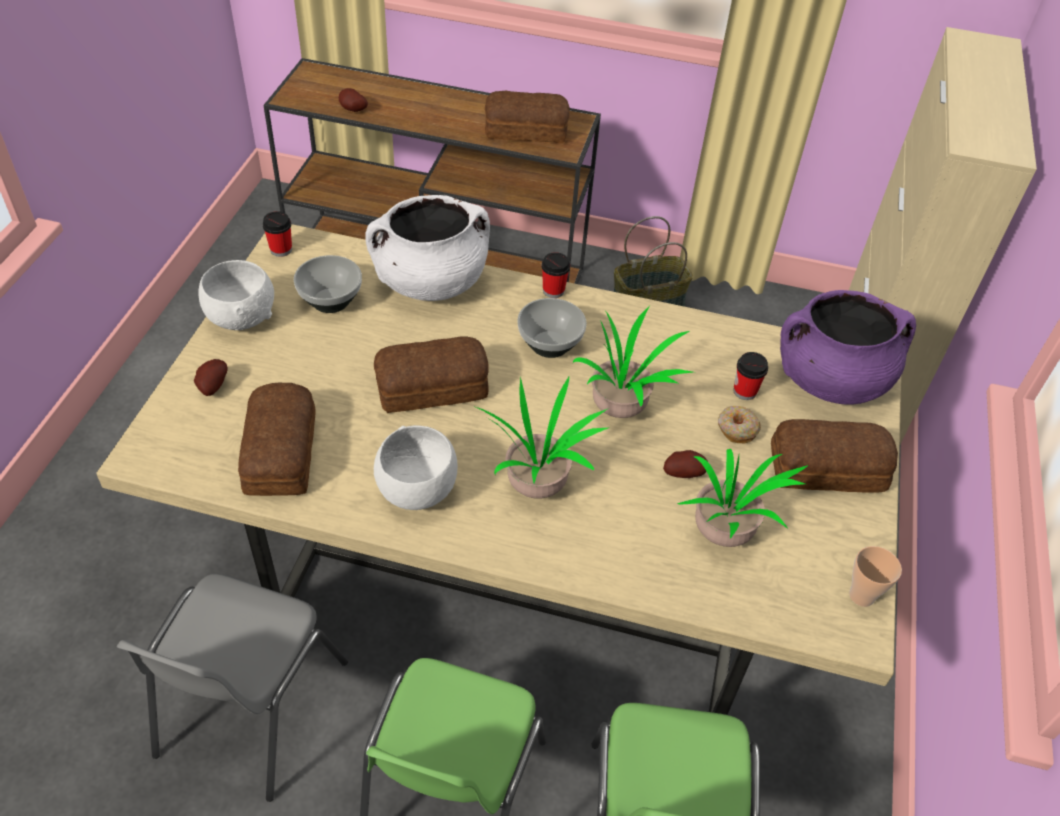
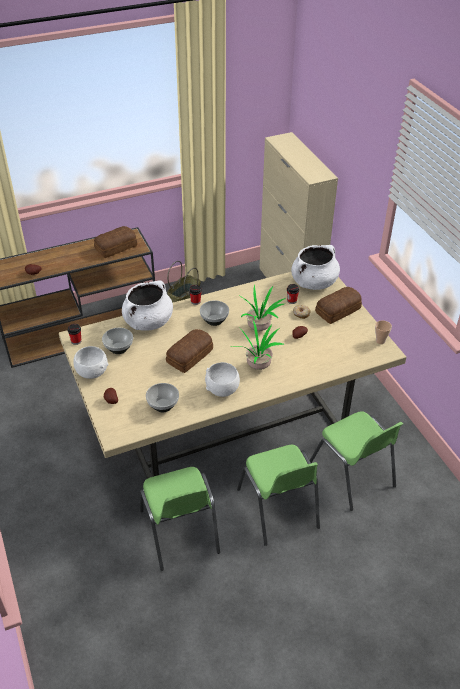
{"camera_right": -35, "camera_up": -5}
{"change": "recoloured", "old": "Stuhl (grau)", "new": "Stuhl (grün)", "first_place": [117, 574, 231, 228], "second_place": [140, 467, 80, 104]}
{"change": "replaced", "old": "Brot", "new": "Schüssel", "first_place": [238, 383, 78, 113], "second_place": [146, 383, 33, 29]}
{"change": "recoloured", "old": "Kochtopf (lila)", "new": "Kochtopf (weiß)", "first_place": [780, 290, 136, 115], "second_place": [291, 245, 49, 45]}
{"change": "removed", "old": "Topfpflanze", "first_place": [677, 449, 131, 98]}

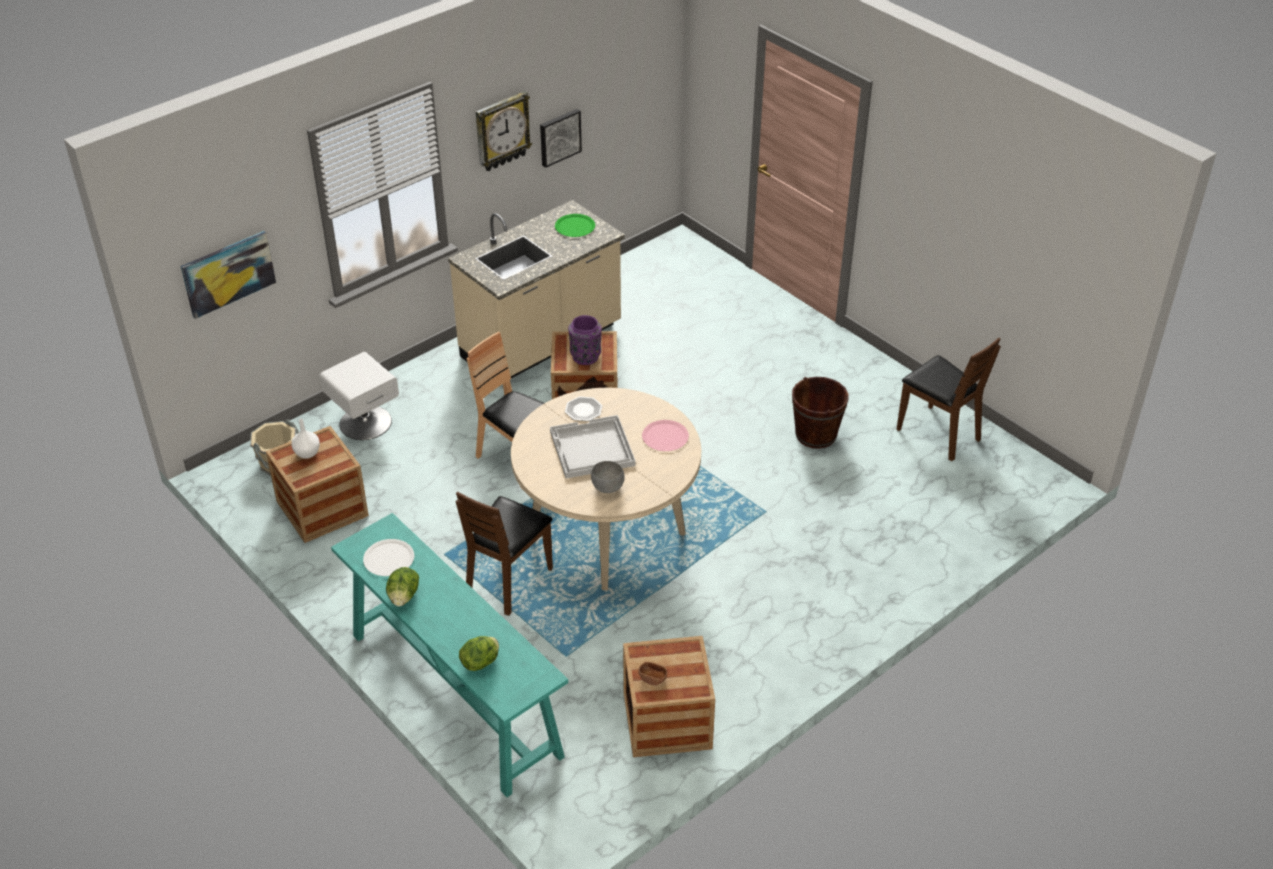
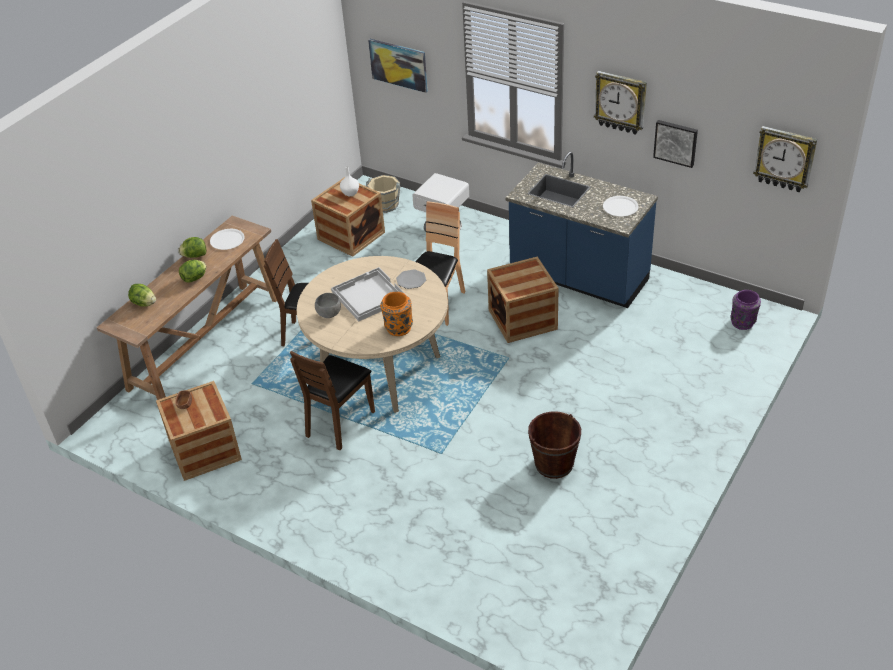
{"camera_right": 75, "camera_up": 0}
{"change": "recoloured", "old": "Konsolentisch (türkis)", "new": "Konsolentisch (braun)", "first_place": [331, 513, 237, 284], "second_place": [96, 215, 181, 185]}
{"change": "added", "new": "Salatkopf", "second_place": [179, 260, 27, 23]}
{"change": "moved", "old": "Stuhl (braun)", "first_place": [896, 337, 105, 124], "second_place": [290, 351, 85, 99]}
{"change": "replaced", "old": "Teller (rosa)", "new": "Vase (orange)", "first_place": [642, 420, 47, 31], "second_place": [380, 292, 33, 44]}
{"change": "recoloured", "old": "Küchenzeile (beige)", "new": "Küchenzeile (blau)", "first_place": [448, 200, 177, 178], "second_place": [506, 152, 152, 156]}
{"change": "recoloured", "old": "Teller (grün)", "new": "Teller (weiß)", "first_place": [555, 214, 40, 23], "second_place": [603, 196, 36, 21]}
{"change": "moved", "old": "Vase (lila)", "first_place": [568, 315, 34, 50], "second_place": [730, 290, 31, 40]}
{"change": "added", "new": "Wanduhr", "second_place": [753, 126, 64, 66]}

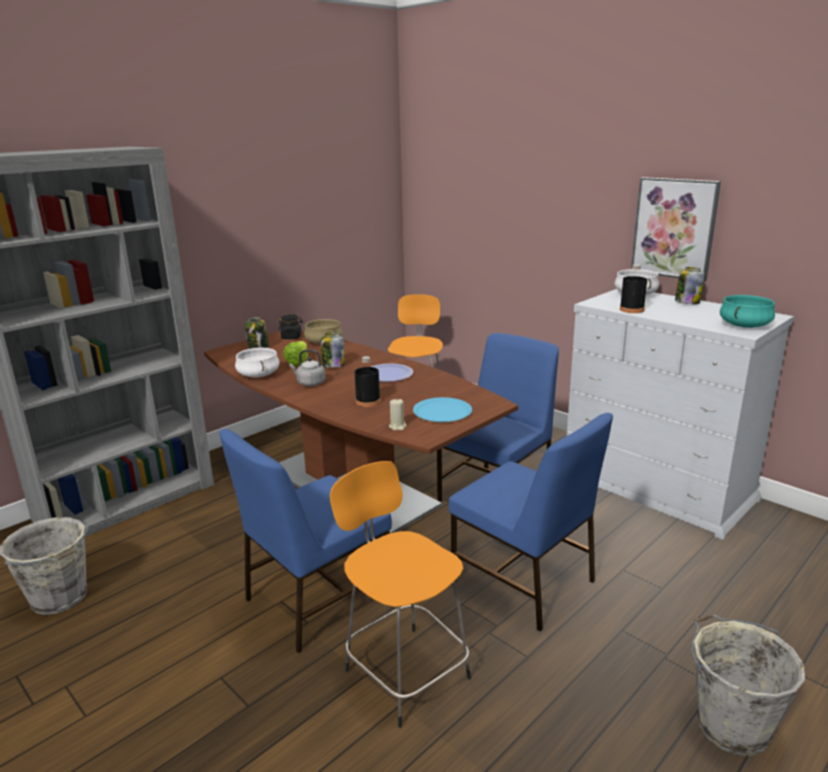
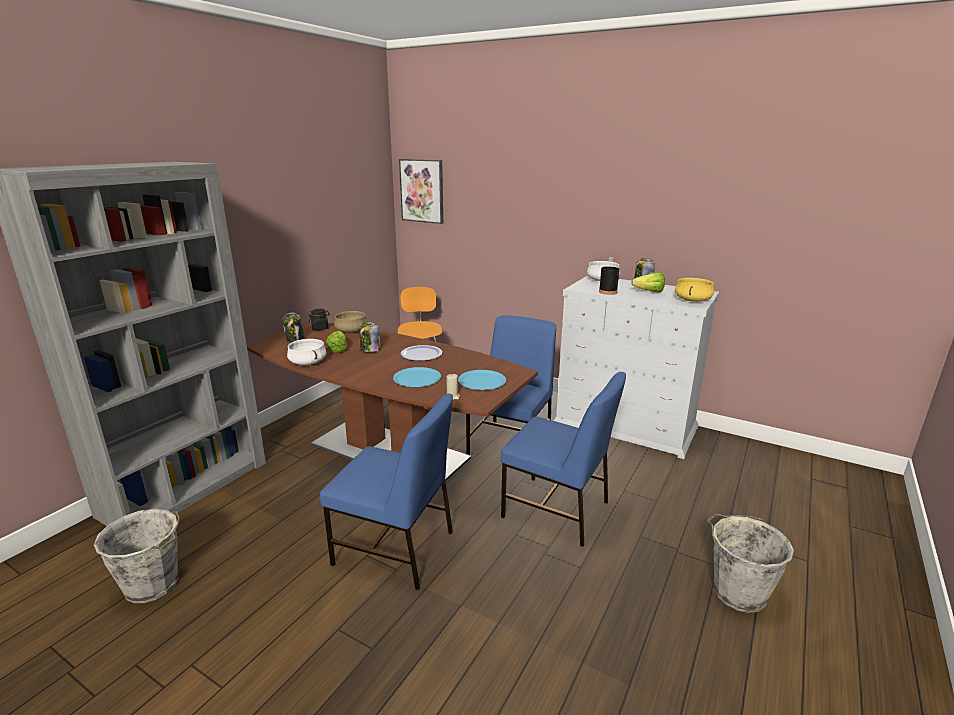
{"camera_right": -15, "camera_up": 0}
{"change": "turned", "old": "Stuhl (blau)", "first_place": [219, 429, 173, 225], "second_place": [320, 394, 133, 196], "degrees": -105}
{"change": "replaced", "old": "Flasche (schwarz)", "new": "Teller (blau)", "first_place": [355, 356, 26, 51], "second_place": [393, 367, 48, 20]}
{"change": "moved", "old": "Bild", "first_place": [631, 177, 90, 105], "second_place": [399, 159, 44, 65]}
{"change": "added", "new": "Salatkopf", "second_place": [631, 273, 34, 19]}
{"change": "recoloured", "old": "Kochtopf (türkis)", "new": "Kochtopf (gelb)", "first_place": [720, 295, 55, 33], "second_place": [675, 278, 39, 24]}
{"change": "removed", "old": "Wasserkessel (grau)", "first_place": [289, 350, 37, 36]}
{"change": "removed", "old": "Hocker (orange)", "first_place": [330, 461, 141, 267]}

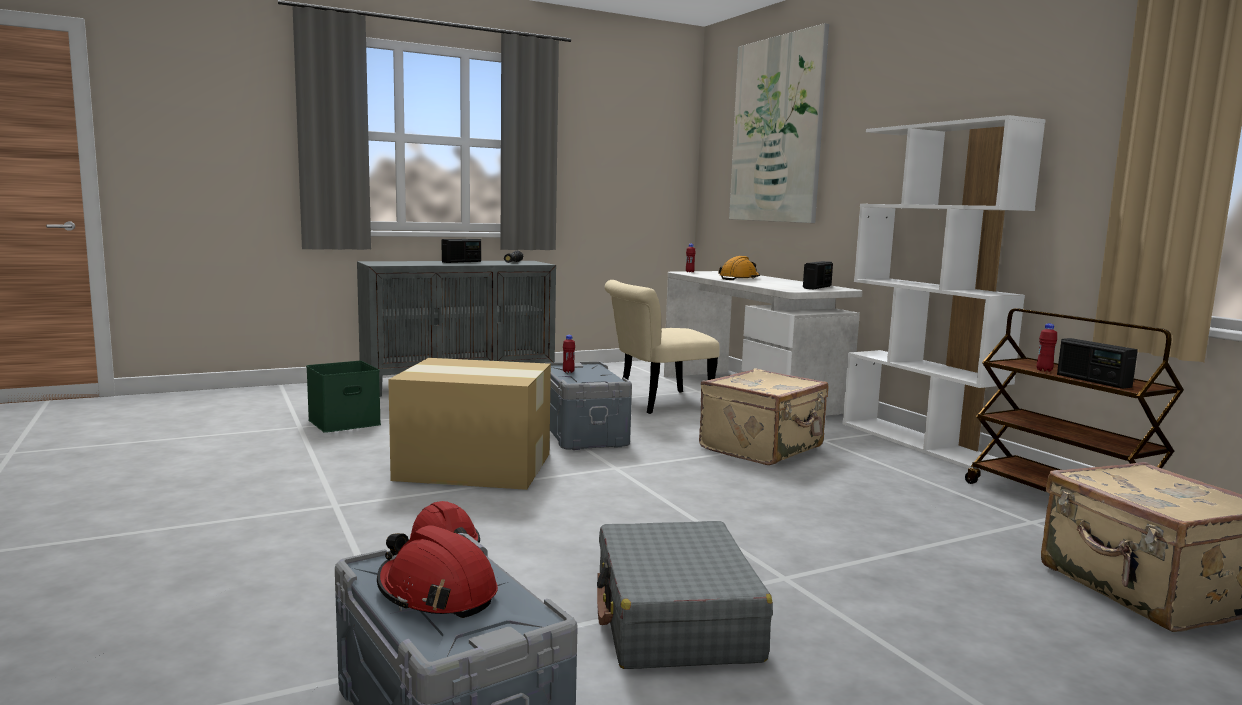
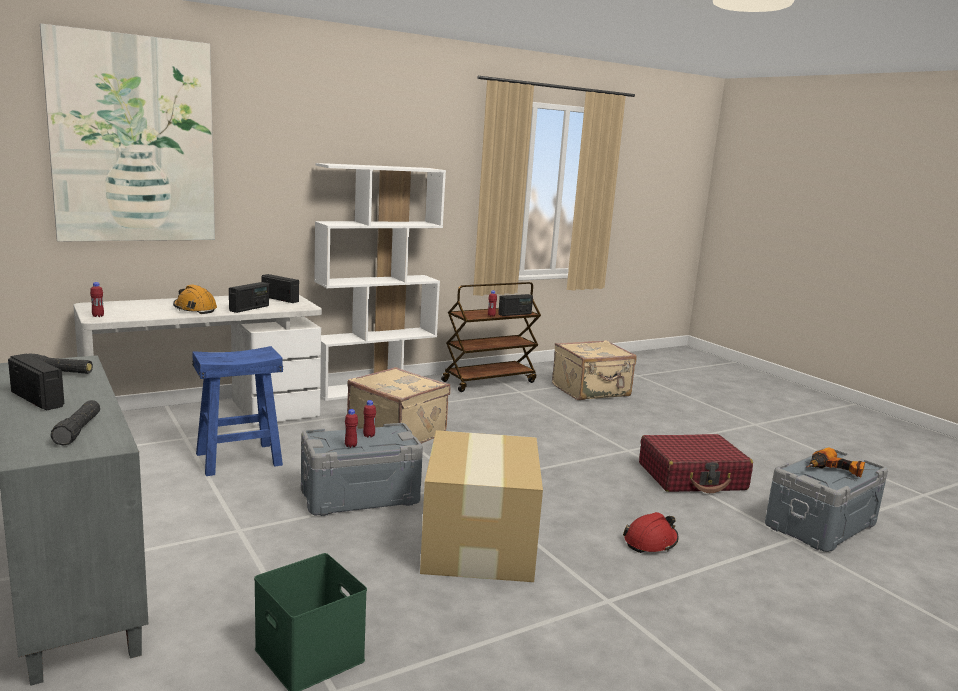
{"camera_right": -95, "camera_up": 5}
{"change": "added", "new": "Taschenlampe (schwarz)", "second_place": [51, 400, 49, 45]}
{"change": "replaced", "old": "Stuhl (beige)", "new": "Hocker (blau)", "first_place": [605, 280, 115, 134], "second_place": [192, 346, 91, 130]}
{"change": "added", "new": "Radio", "second_place": [229, 282, 40, 31]}
{"change": "added", "new": "Flasche (rot)", "second_place": [363, 400, 13, 38]}
{"change": "recoloured", "old": "Koffer (grau)", "new": "Koffer (rot)", "first_place": [597, 521, 176, 148], "second_place": [639, 434, 114, 59]}
{"change": "replaced", "old": "Schutzhelm (rot)", "new": "Bohrmaschine", "first_place": [377, 525, 121, 93], "second_place": [807, 447, 58, 30]}

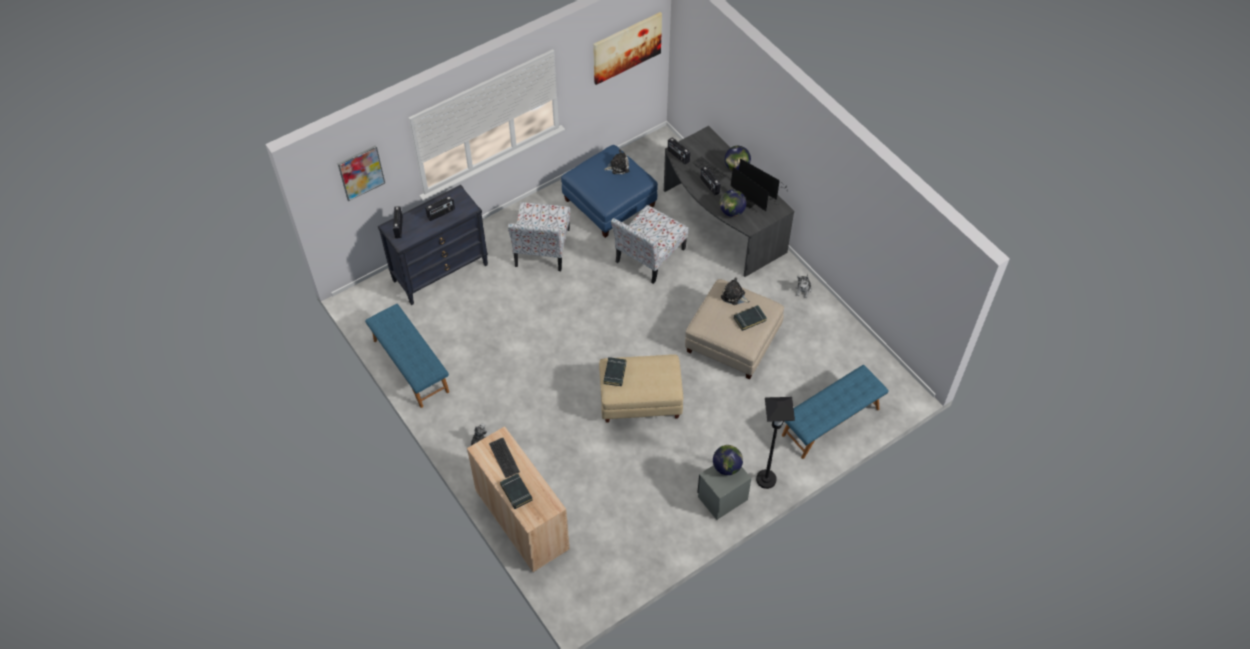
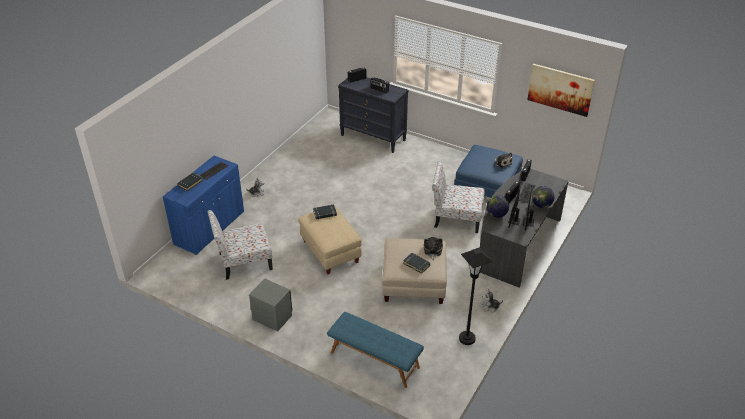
{"camera_right": 65, "camera_up": -15}
{"change": "recoloured", "old": "Schrank (beige)", "new": "Schrank (blau)", "first_place": [467, 426, 103, 146], "second_place": [163, 156, 81, 99]}
{"change": "moved", "old": "Stuhl", "first_place": [508, 202, 63, 69], "second_place": [208, 210, 65, 70]}
{"change": "moved", "old": "Stehlampe (schwarz)", "first_place": [756, 397, 39, 92], "second_place": [459, 247, 33, 98]}
{"change": "removed", "old": "Bild", "first_place": [337, 145, 48, 56]}
{"change": "removed", "old": "Bank (blau)", "first_place": [365, 304, 84, 104]}
{"change": "removed", "old": "Globus", "first_place": [713, 445, 30, 30]}

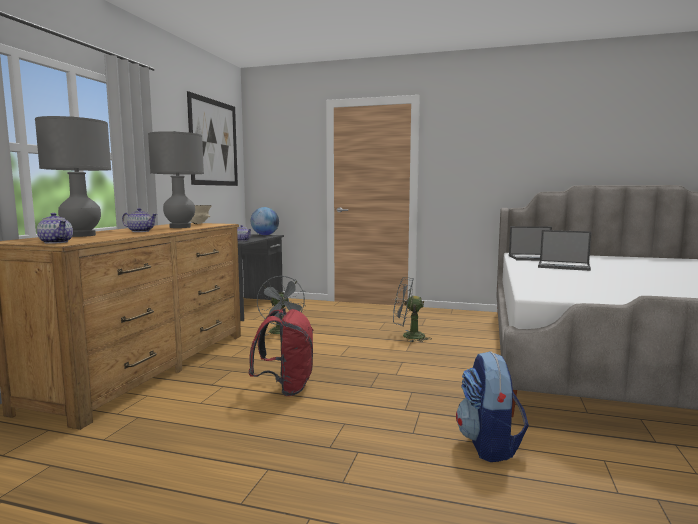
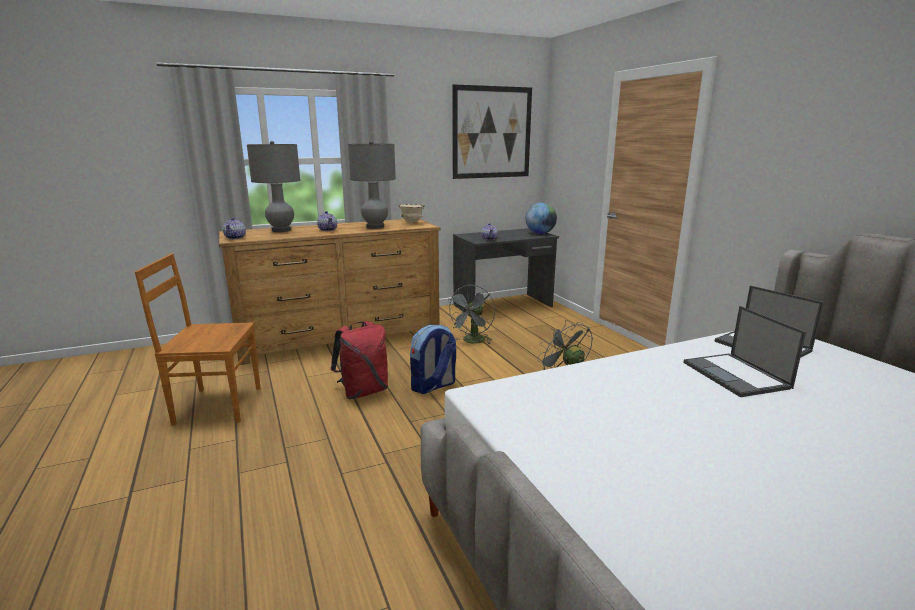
{"camera_right": 50, "camera_up": 10}
{"change": "added", "new": "Stuhl (braun)", "second_place": [135, 253, 125, 172]}
{"change": "moved", "old": "Rucksack", "first_place": [456, 351, 73, 111], "second_place": [410, 325, 46, 69]}

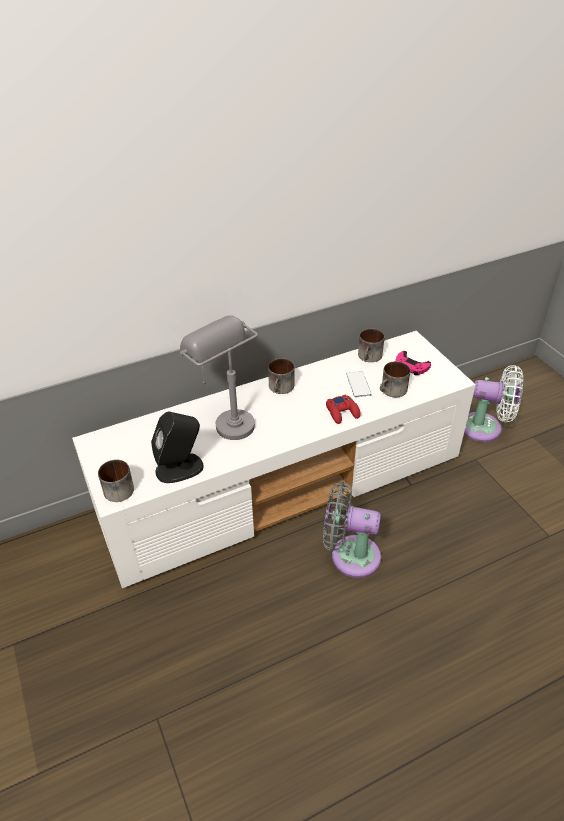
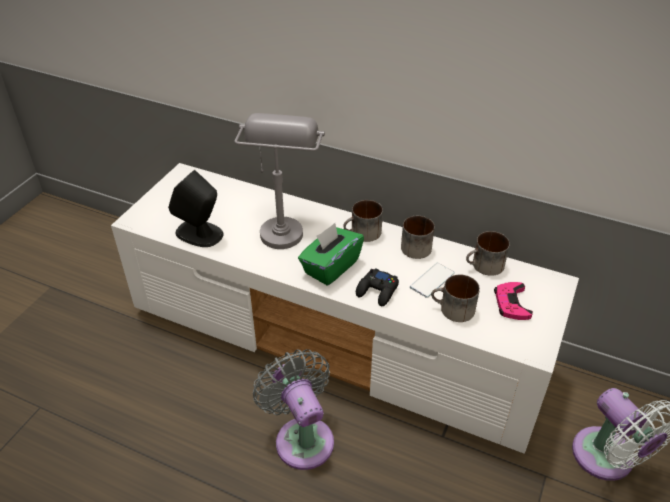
{"camera_right": 50, "camera_up": 0}
{"change": "added", "new": "Taschentuchbox (grün)", "second_place": [298, 223, 66, 63]}
{"change": "recoloured", "old": "Gamepad (rot)", "new": "Gamepad (schwarz)", "first_place": [326, 395, 35, 29], "second_place": [356, 269, 43, 37]}
{"change": "moved", "old": "Henkelbecher", "first_place": [98, 460, 36, 42], "second_place": [401, 216, 34, 43]}

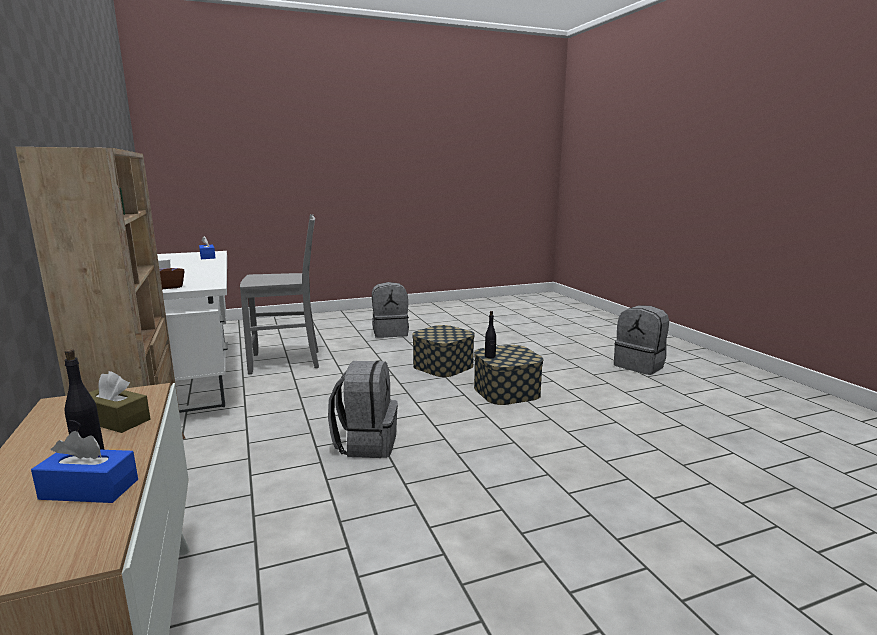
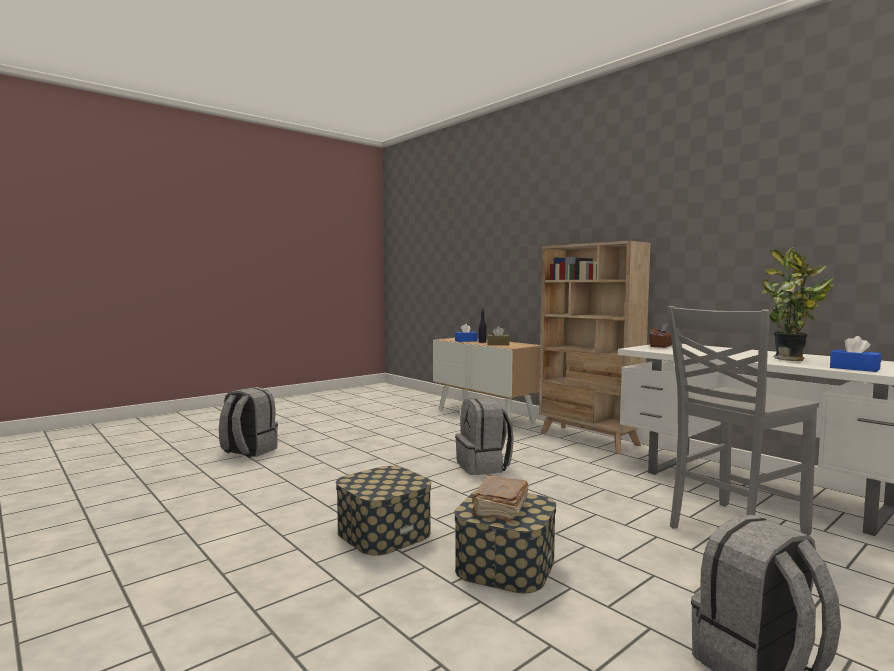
{"camera_right": 160, "camera_up": -10}
{"change": "moved", "old": "Rucksack (grau)", "first_place": [614, 306, 55, 69], "second_place": [219, 387, 59, 71]}
{"change": "added", "new": "Buch (braun)", "second_place": [472, 476, 57, 46]}
{"change": "added", "new": "Topfpflanze", "second_place": [762, 247, 73, 114]}
{"change": "removed", "old": "Flasche (schwarz)", "first_place": [485, 311, 11, 47]}

